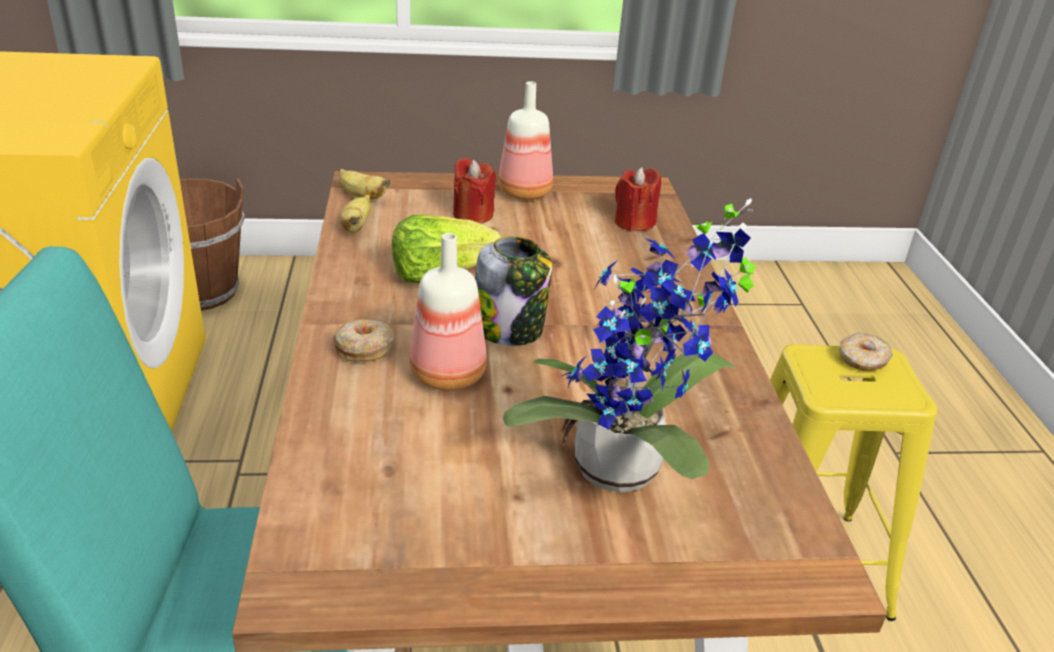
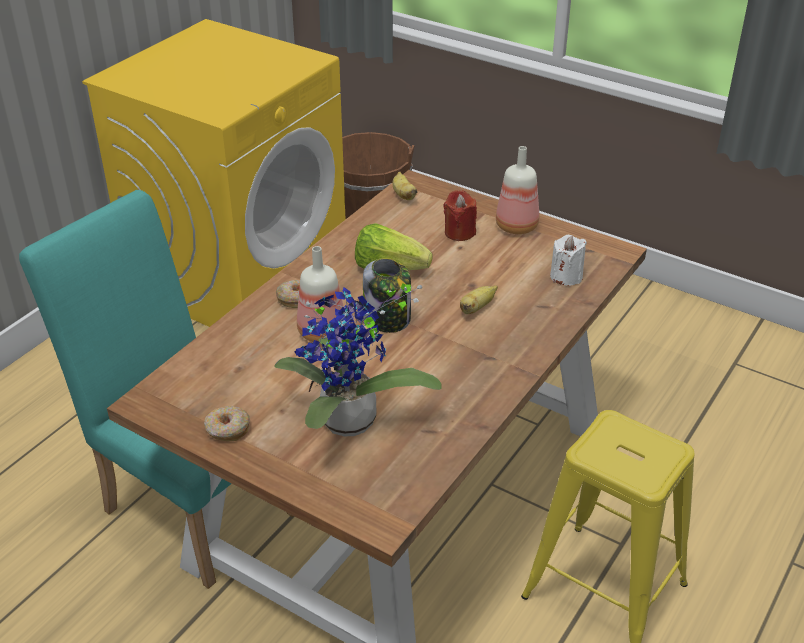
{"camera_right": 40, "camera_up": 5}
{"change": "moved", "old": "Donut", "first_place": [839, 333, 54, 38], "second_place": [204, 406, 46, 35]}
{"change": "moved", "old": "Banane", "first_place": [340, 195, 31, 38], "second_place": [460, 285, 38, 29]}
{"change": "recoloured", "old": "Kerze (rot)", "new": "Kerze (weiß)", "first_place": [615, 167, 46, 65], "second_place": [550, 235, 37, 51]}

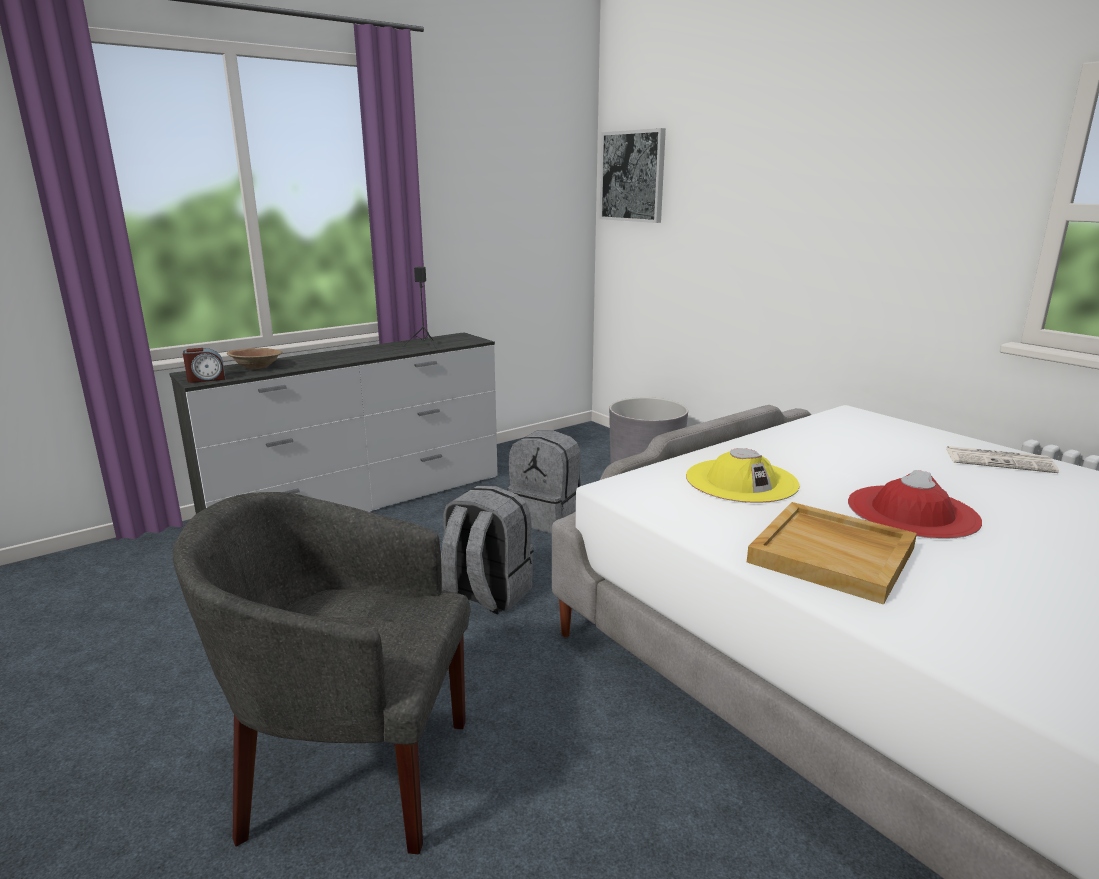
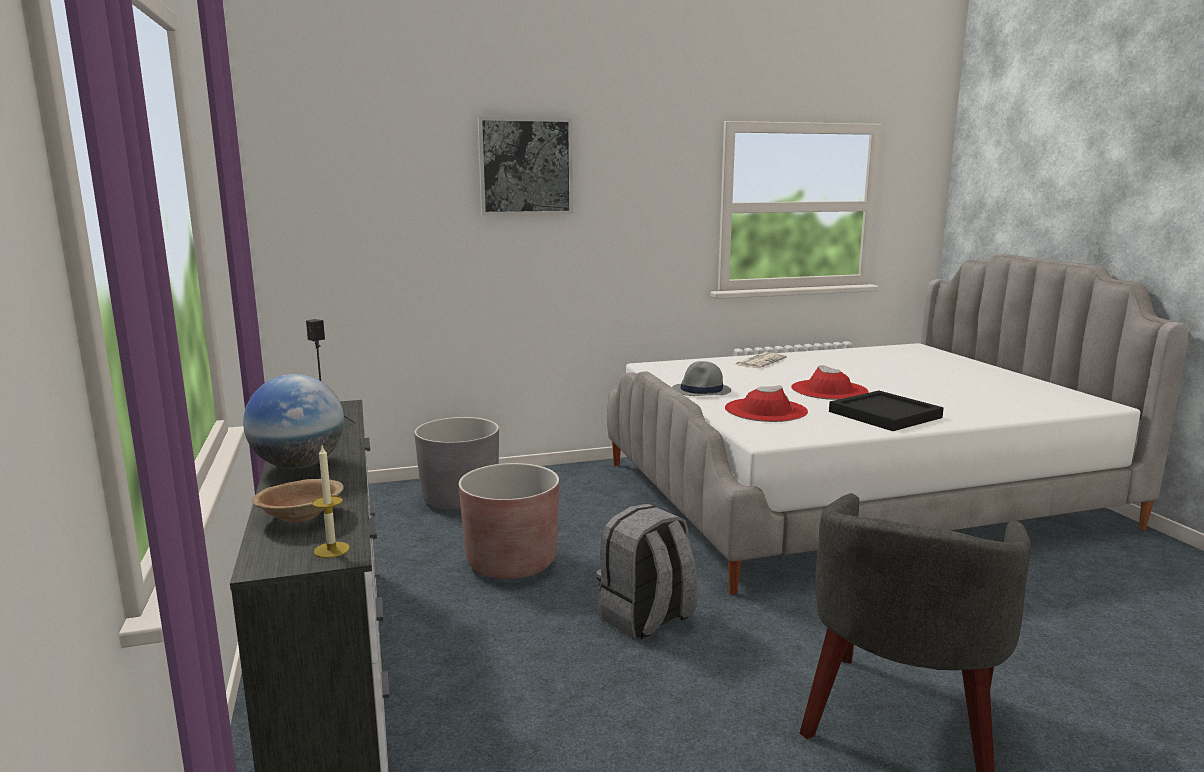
{"camera_right": -70, "camera_up": -5}
{"change": "added", "new": "Globus", "second_place": [243, 374, 101, 95]}
{"change": "replaced", "old": "Wecker", "new": "Kerze", "first_place": [183, 348, 42, 35], "second_place": [312, 446, 38, 112]}
{"change": "replaced", "old": "Rucksack (grau)", "new": "Pflanzkübel (braun)", "first_place": [508, 430, 74, 103], "second_place": [459, 463, 100, 116]}
{"change": "moved", "old": "Bild", "first_place": [600, 128, 66, 95], "second_place": [477, 117, 96, 98]}
{"change": "added", "new": "Hut (grau)", "second_place": [672, 361, 59, 35]}
{"change": "recoloured", "old": "Hut (gelb)", "new": "Hut (rot)", "first_place": [686, 448, 114, 55], "second_place": [725, 385, 83, 37]}
{"change": "recoloured", "old": "Tablett (beige)", "new": "Tablett (schwarz)", "first_place": [747, 502, 170, 103], "second_place": [829, 391, 115, 40]}

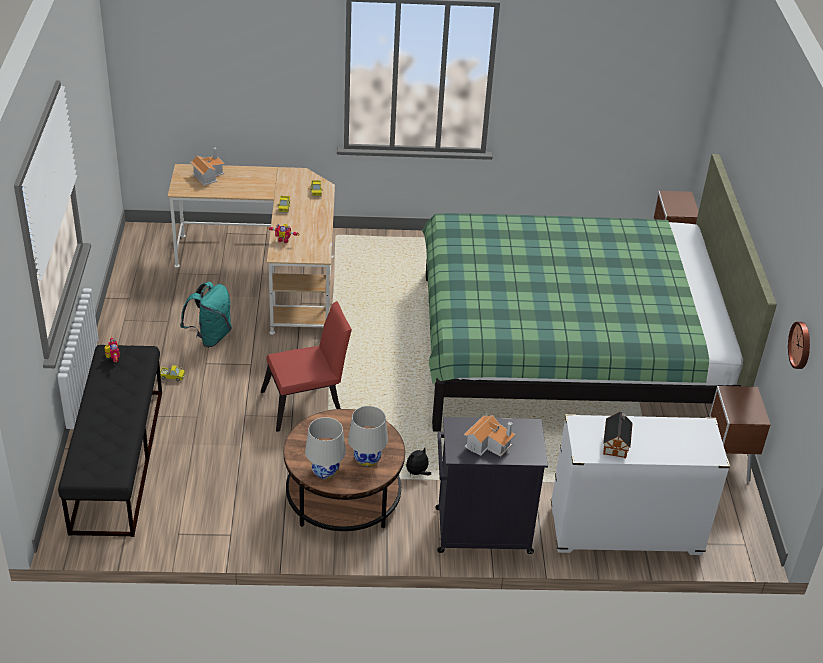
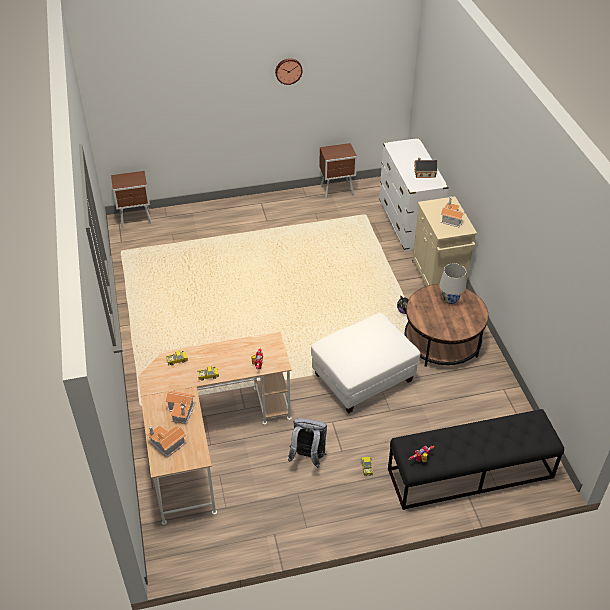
{"camera_right": -100, "camera_up": 5}
{"change": "added", "new": "Spielzeughaus", "second_place": [165, 390, 30, 34]}
{"change": "moved", "old": "Wanduhr", "first_place": [788, 322, 22, 47], "second_place": [275, 58, 28, 27]}
{"change": "recoloured", "old": "Rucksack (türkis)", "new": "Rucksack (grau)", "first_place": [180, 282, 52, 65], "second_place": [288, 418, 39, 50]}
{"change": "replaced", "old": "Stuhl (rot)", "new": "Polsterhocker (weiß)", "first_place": [260, 301, 92, 131], "second_place": [311, 313, 109, 101]}
{"change": "recoloured", "old": "Schrank (schwarz)", "new": "Schrank (beige)", "first_place": [435, 417, 113, 137], "second_place": [412, 196, 65, 90]}
{"change": "removed", "old": "Tischlampe (weiß)", "first_place": [305, 417, 41, 62]}
{"change": "removed", "old": "Bett (grün)", "first_place": [422, 154, 355, 278]}

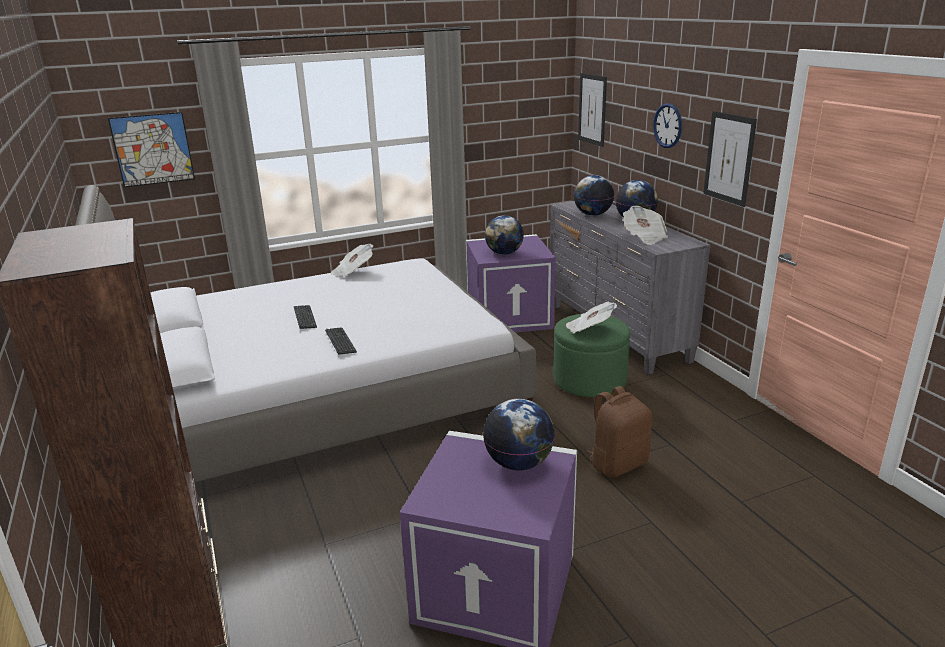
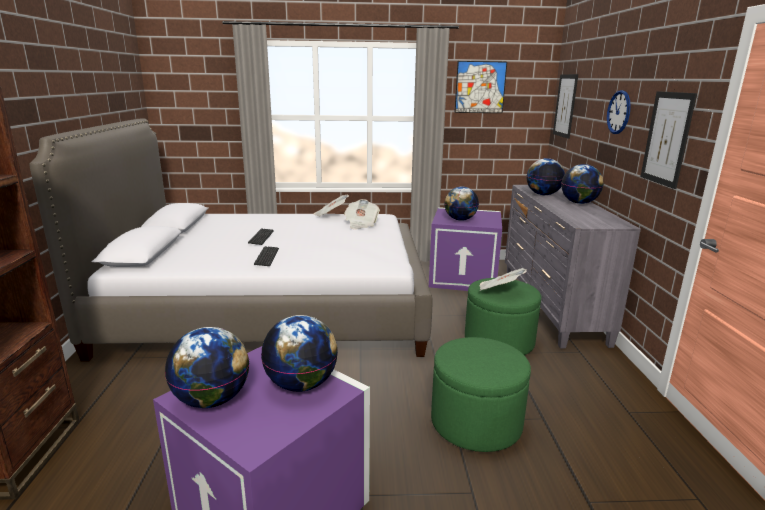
{"camera_right": 20, "camera_up": -5}
{"change": "added", "new": "Globus", "second_place": [165, 327, 84, 81]}
{"change": "moved", "old": "Zeitung", "first_place": [623, 206, 45, 39], "second_place": [344, 199, 36, 30]}
{"change": "replaced", "old": "Rucksack (braun)", "new": "Polsterhocker (grün)", "first_place": [586, 386, 66, 91], "second_place": [431, 337, 100, 115]}
{"change": "moved", "old": "Bild", "first_place": [108, 112, 87, 75], "second_place": [454, 61, 53, 52]}

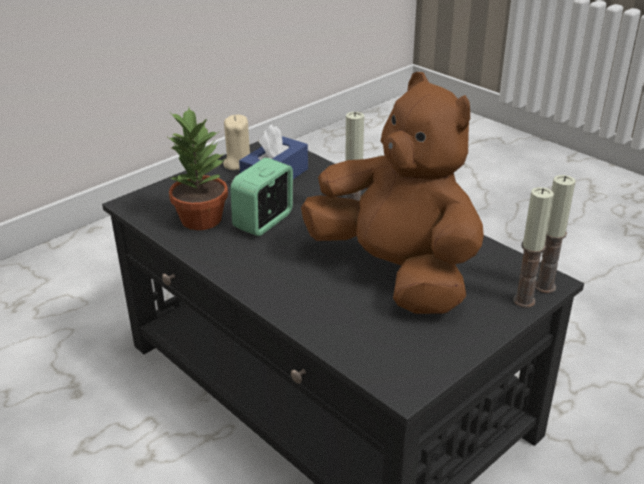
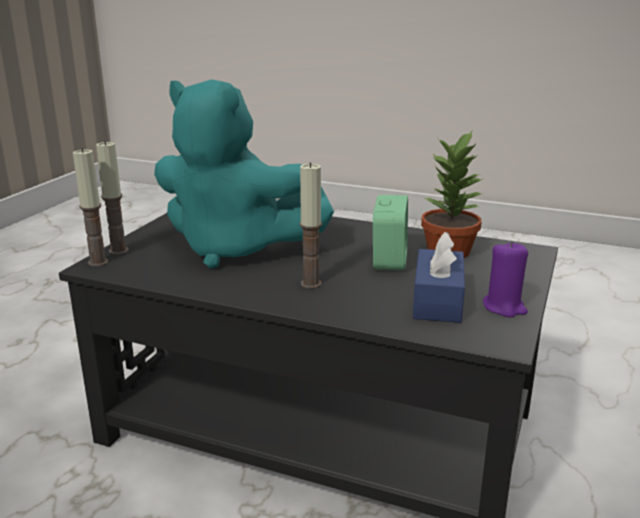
{"camera_right": 155, "camera_up": -10}
{"change": "recoloured", "old": "Plüschtier (braun)", "new": "Plüschtier (türkis)", "first_place": [301, 72, 183, 242], "second_place": [154, 79, 180, 190]}
{"change": "recoloured", "old": "Kerze (beige)", "new": "Kerze (lila)", "first_place": [223, 115, 27, 55], "second_place": [483, 241, 45, 76]}

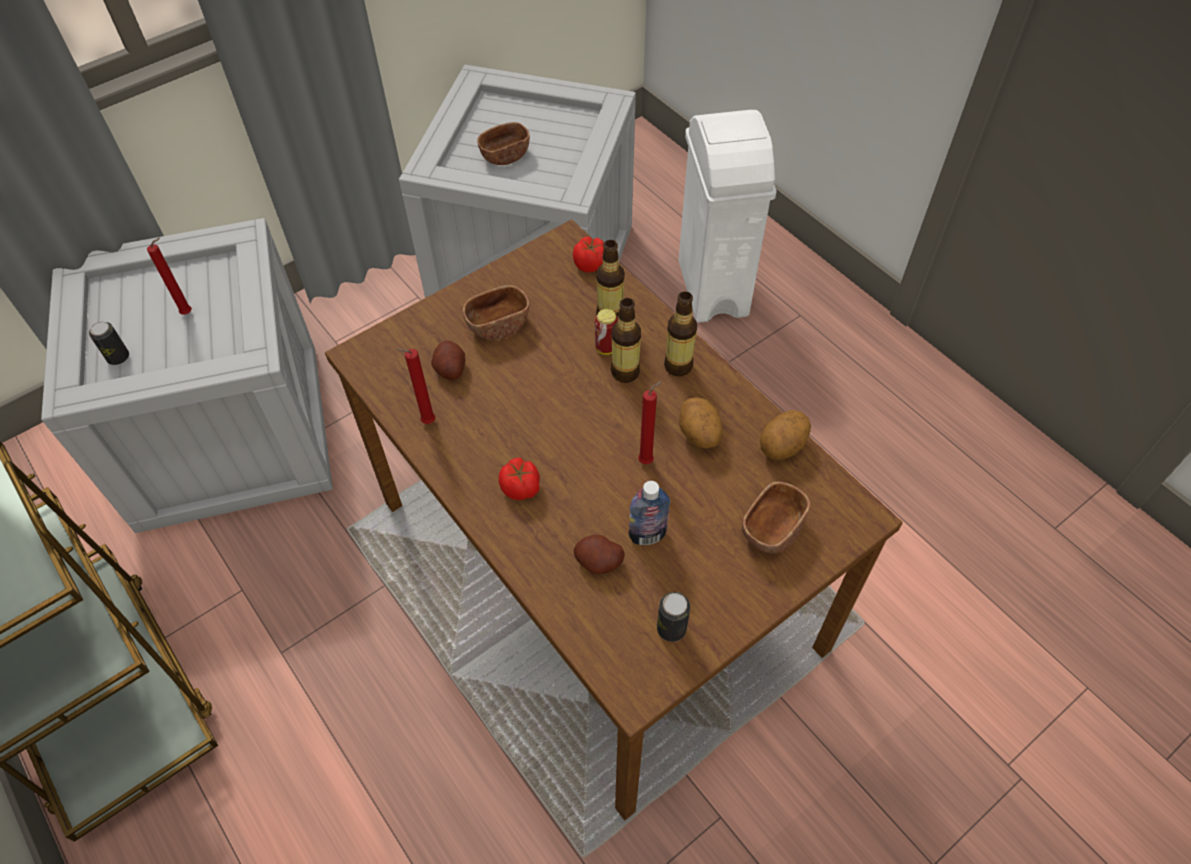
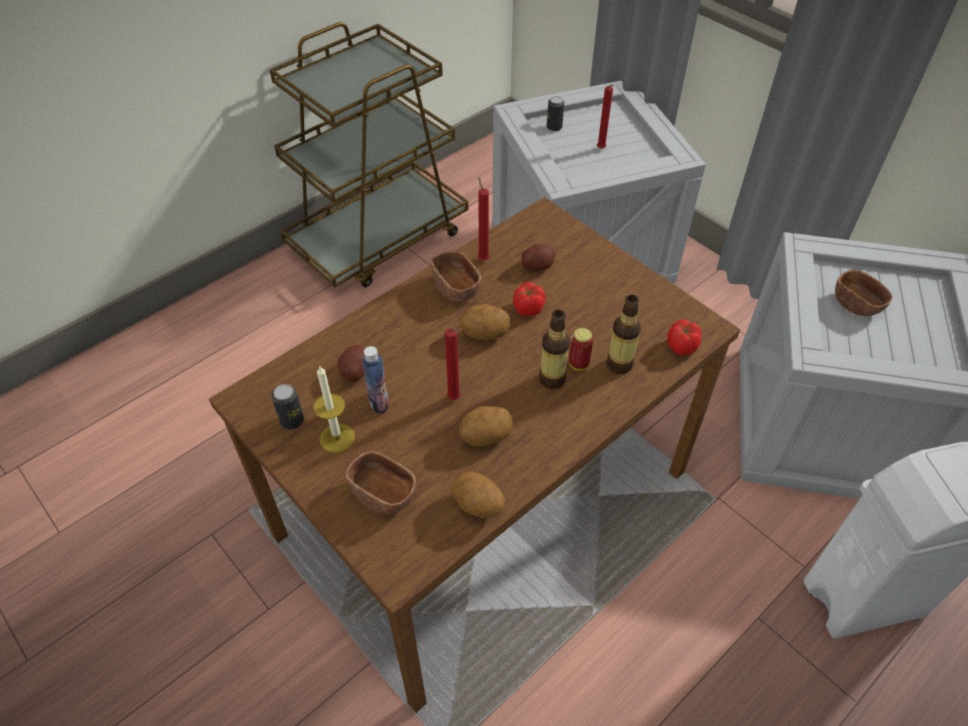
{"camera_right": 85, "camera_up": -5}
{"change": "added", "new": "Kerze", "second_place": [314, 365, 41, 88]}
{"change": "moved", "old": "Schüssel (braun)", "first_place": [463, 285, 66, 55], "second_place": [431, 251, 50, 50]}
{"change": "added", "new": "Kartoffel", "second_place": [460, 304, 50, 36]}
{"change": "moved", "old": "Tomate", "first_place": [499, 458, 41, 42], "second_place": [513, 282, 33, 34]}
{"change": "removed", "old": "Flasche", "first_place": [664, 291, 33, 85]}

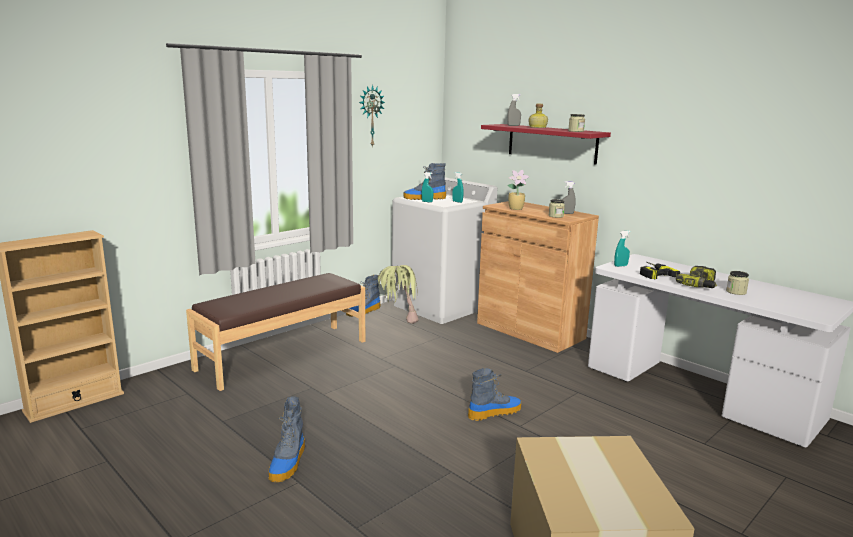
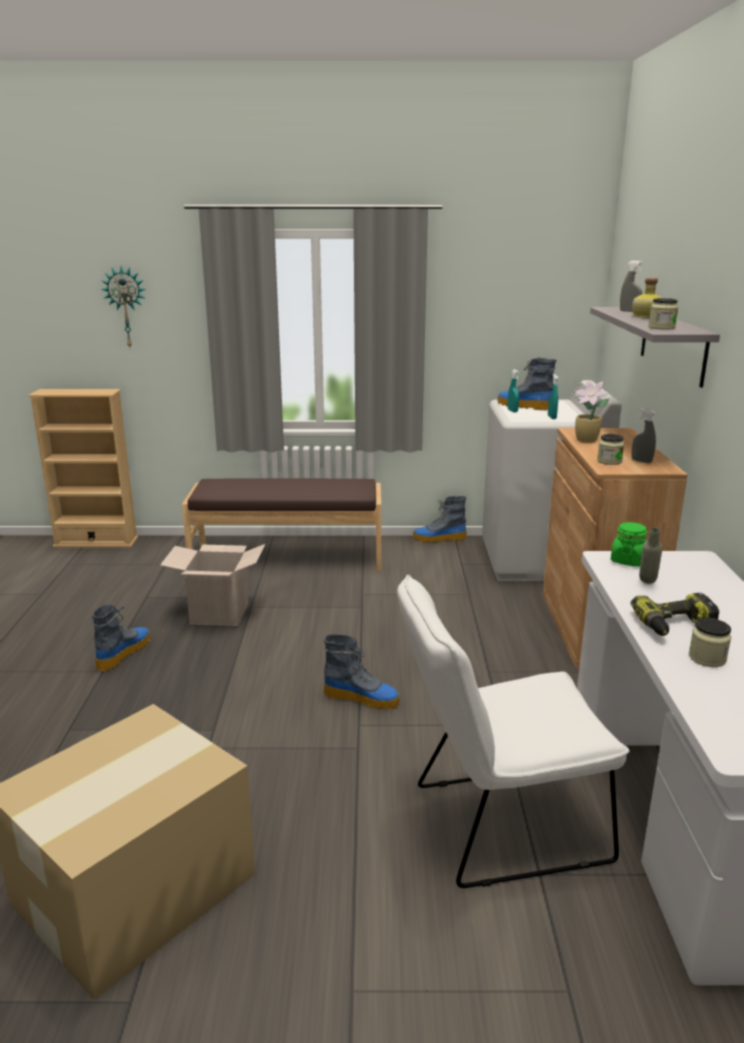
{"camera_right": 45, "camera_up": 5}
{"change": "turned", "old": "Stiefel", "first_place": [268, 396, 37, 86], "second_place": [92, 605, 58, 66], "degrees": 150}
{"change": "moved", "old": "Wanduhr", "first_place": [359, 84, 26, 64], "second_place": [101, 266, 45, 81]}
{"change": "added", "new": "Karton", "second_place": [160, 544, 105, 82]}
{"change": "added", "new": "Stuhl (weiß)", "second_place": [397, 574, 232, 314]}
{"change": "recoloured", "old": "Wandregal (rot)", "new": "Wandregal (grau)", "first_place": [481, 124, 130, 40], "second_place": [590, 307, 130, 81]}
{"change": "replaced", "old": "Sprühflasche (türkis)", "new": "Vorratsglas (grün)", "first_place": [614, 231, 17, 36], "second_place": [611, 522, 36, 45]}
{"change": "replaced", "old": "Bohrmaschine", "new": "Flasche (grau)", "first_place": [640, 262, 40, 17], "second_place": [639, 527, 23, 57]}
{"change": "removed", "old": "Topfpflanze", "first_place": [378, 265, 41, 59]}

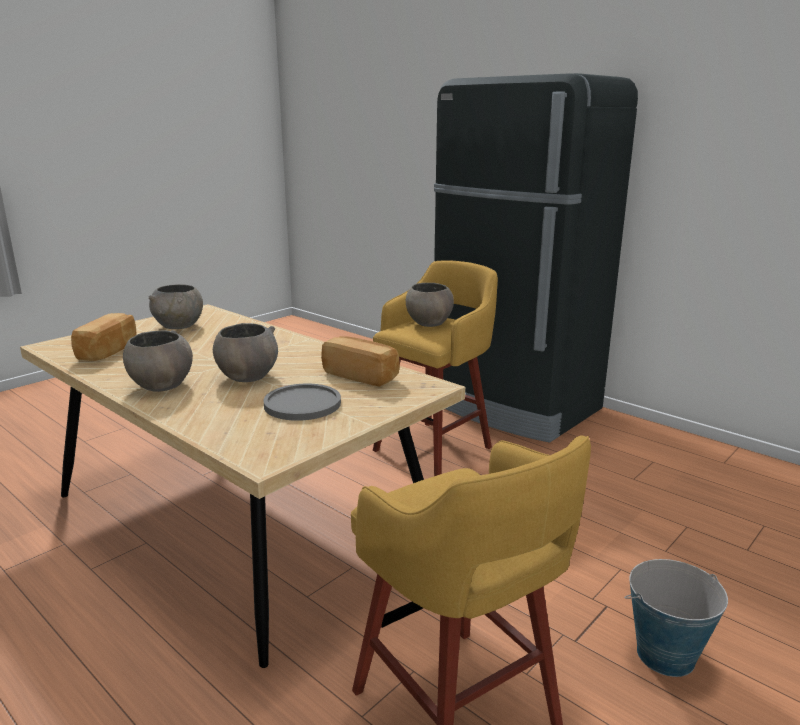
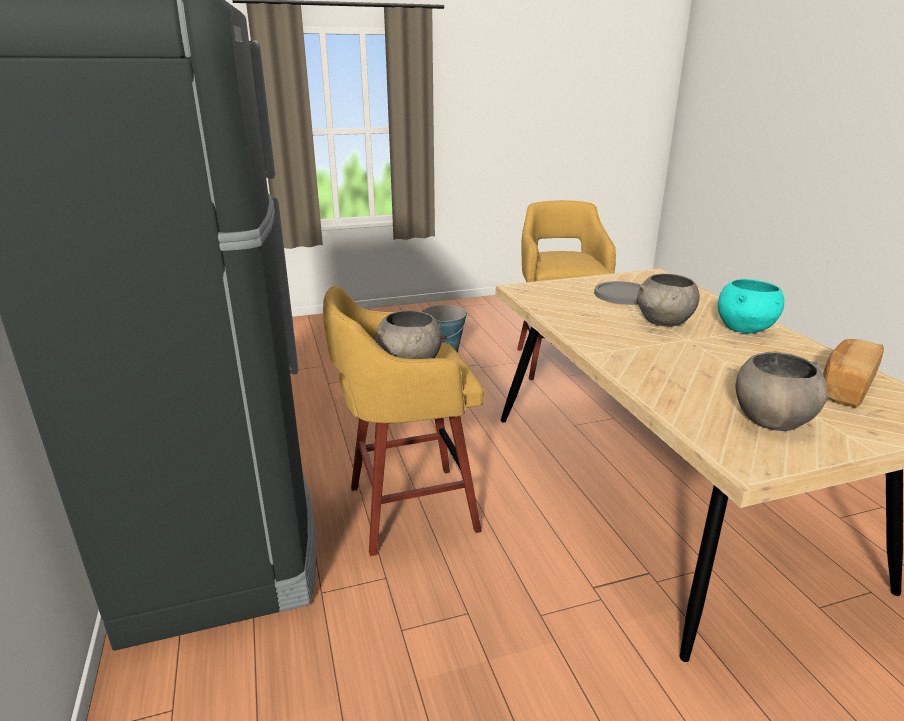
{"camera_right": -150, "camera_up": 5}
{"change": "recoloured", "old": "Schüssel (grau)", "new": "Schüssel (türkis)", "first_place": [123, 330, 70, 62], "second_place": [718, 279, 66, 55]}
{"change": "removed", "old": "Brot", "first_place": [321, 336, 79, 51]}

